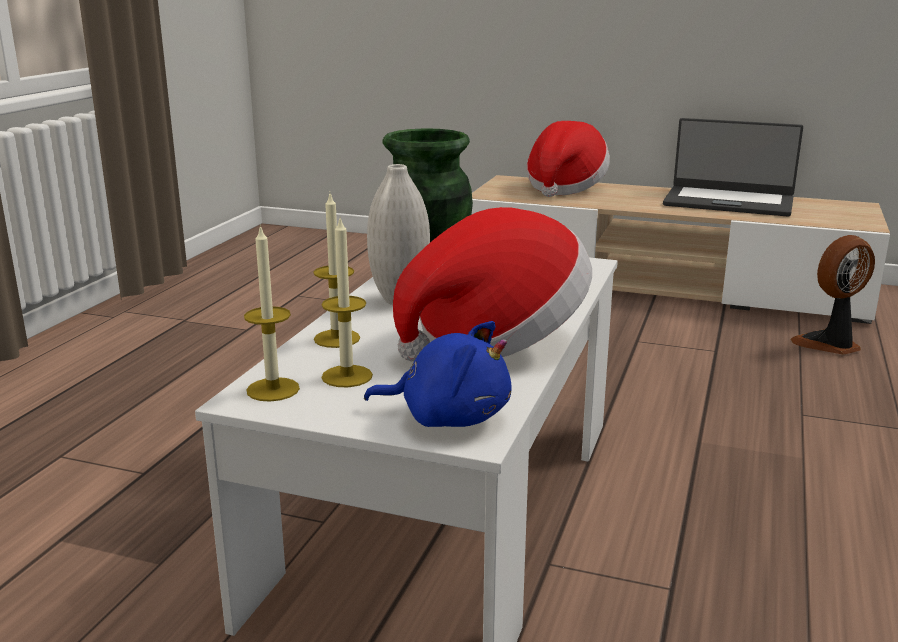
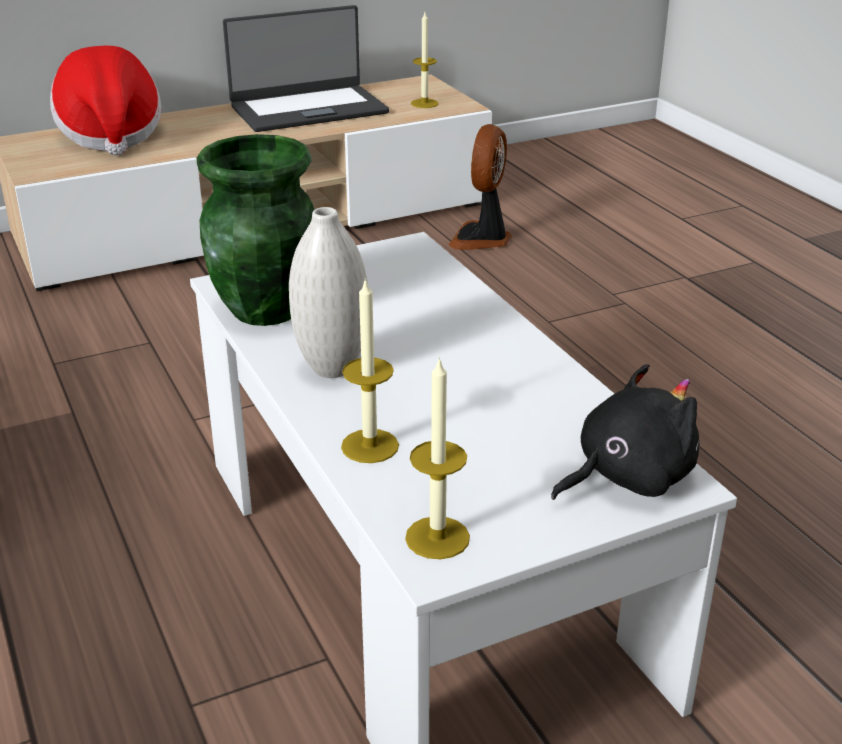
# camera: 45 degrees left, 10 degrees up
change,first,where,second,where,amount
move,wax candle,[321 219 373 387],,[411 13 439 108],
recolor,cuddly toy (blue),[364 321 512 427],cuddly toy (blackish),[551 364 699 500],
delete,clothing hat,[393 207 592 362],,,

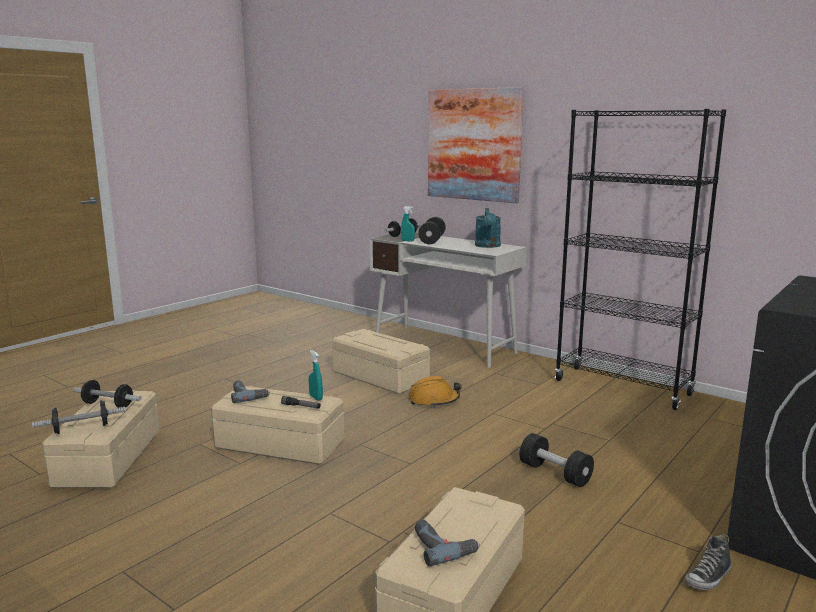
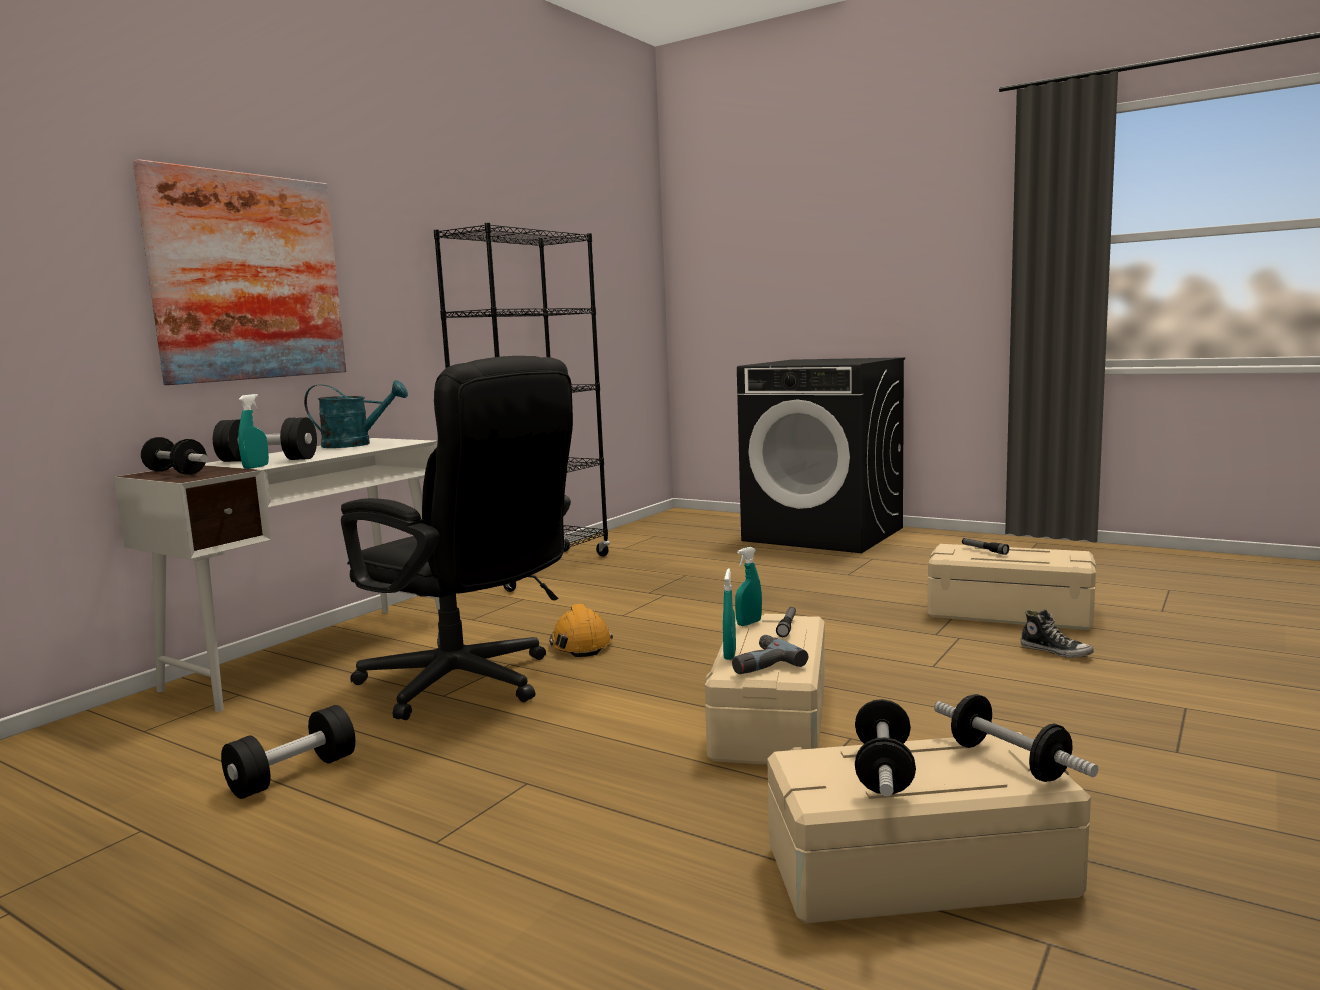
# camera: 95 degrees left, 5 degrees down
change,first,where,second,where,amount
replace,storage container (beige),[332 329 430 394],computer chair (blackish),[341 356 573 720],
delete,drill,[415 519 480 567],,,
move,hand weight (blackish),[519 433 594 487],,[221 705 356 799],
move,shoe,[685 534 731 590],,[1021 609 1094 658],
insert,,,sprayer (turquoise),[723 569 736 660],
insert,,,torch,[962 538 1009 555],

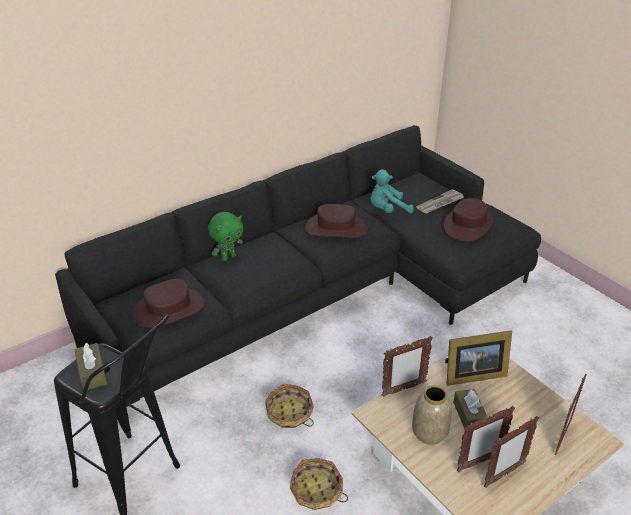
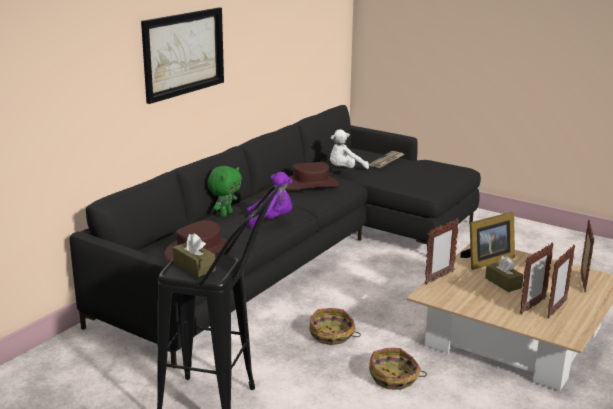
# camera: 20 degrees left, 15 degrees down
change,first,where,second,where,amount
recolor,cuddly toy (turquoise),[371 170 414 213],cuddly toy (white),[330 129 369 169],
delete,flower vase,[412 386 452 445],,,
delete,clothing hat (brown),[444 198 494 242],,,
insert,,,picture,[141 8 224 104],
insert,,,cuddly toy (purple),[247 172 292 228],

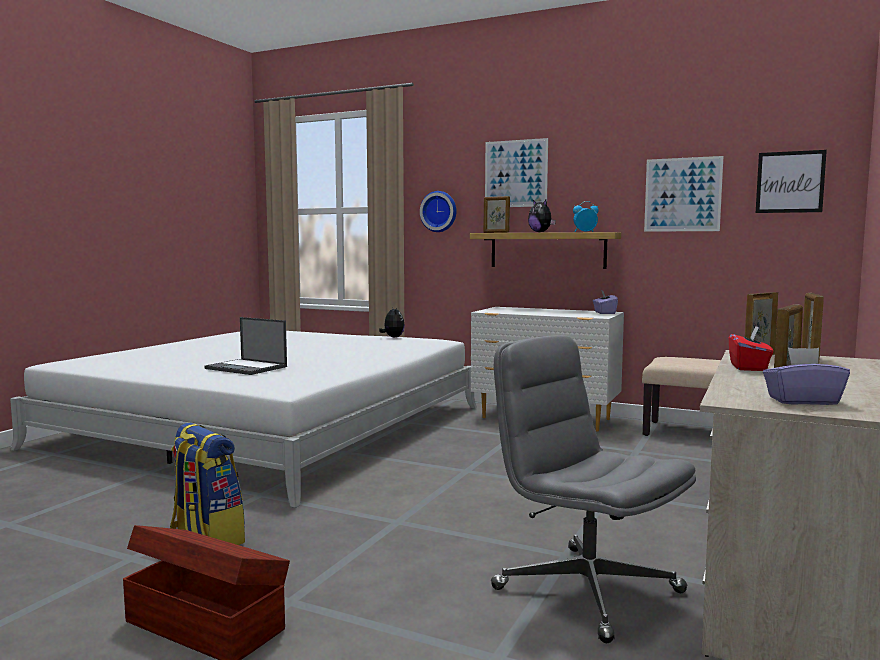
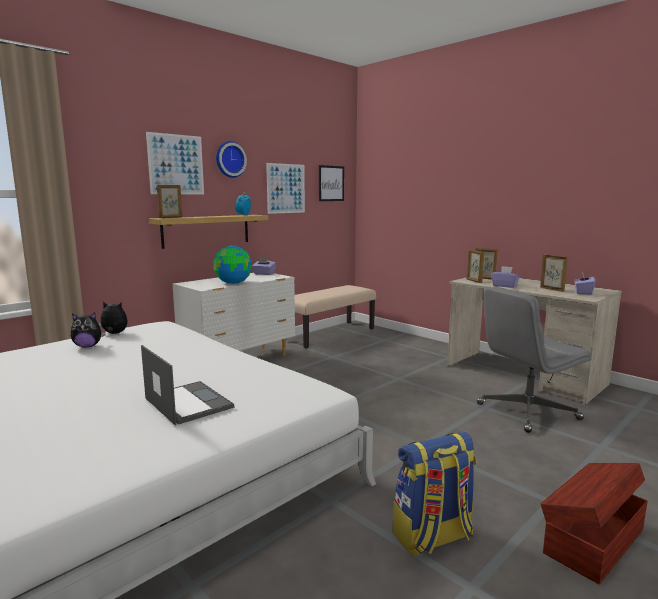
# camera: 70 degrees left, 5 degrees up
change,first,where,second,where,amount
rotate,portable computer,[205 317 287 375],,[141 345 234 425],90 degrees counterclockwise
move,wall clock,[420 191 457 232],,[216 141 247 178],
move,cuddly toy,[528 200 556 232],,[71 312 106 348],
recolor,tissue box (reddish),[729 326 773 371],tissue box (purple),[491 266 520 288],
insert,,,globe,[213 246 252 284],

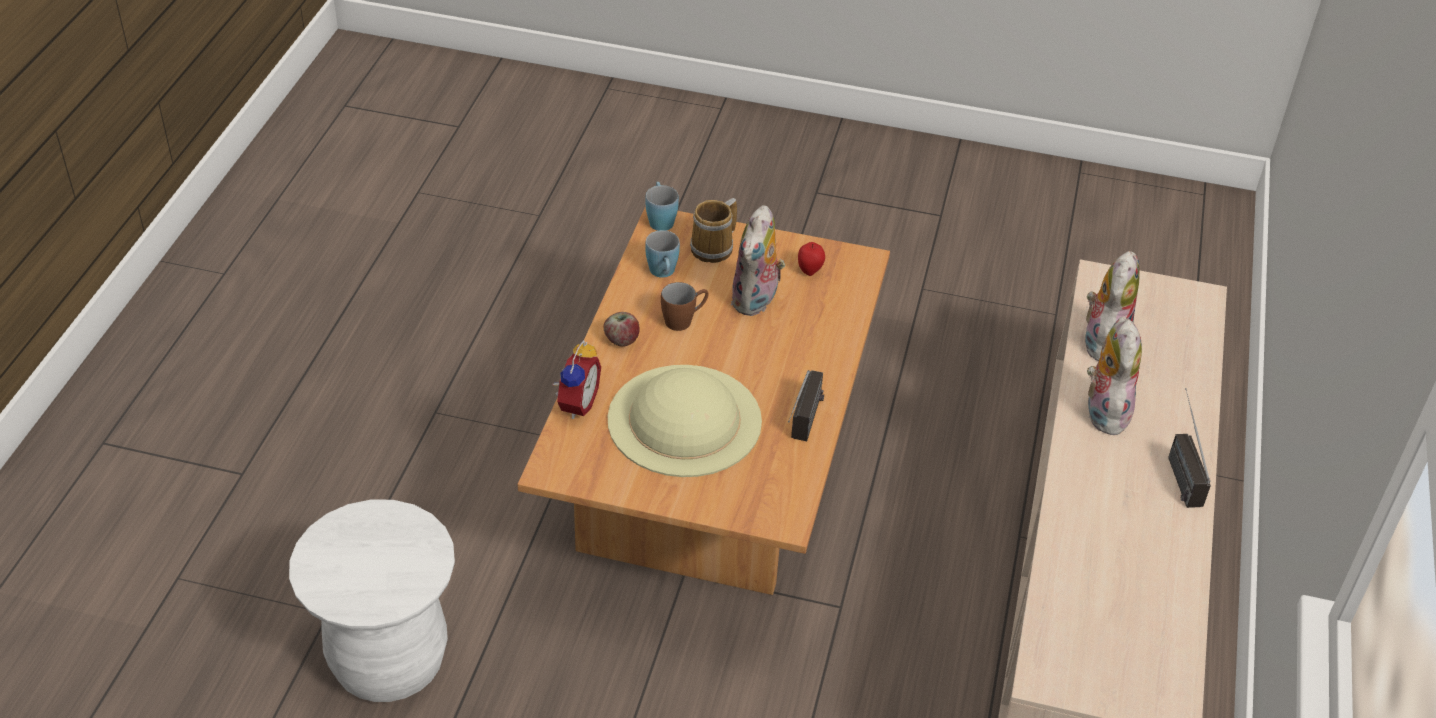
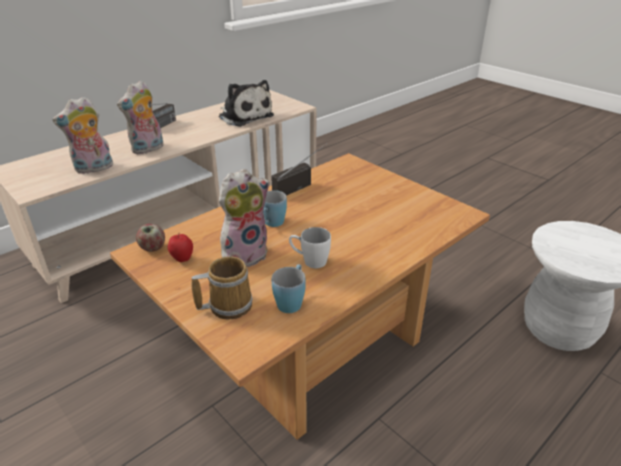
# camera: 145 degrees left, 10 degrees down
change,first,where,second,where,amount
delete,table clock,[552 340 601 419],,,
move,apple fruit,[604 312 640 347],,[136 224 165 252],
delete,clothing hat (beige),[608 365 762 477],,,
move,mug (blue),[645 182 679 231],,[263 190 287 227],
recolor,mug (brown),[661 282 709 331],mug (white),[289 227 331 268],
insert,,,cuddly toy,[219 80 274 127],

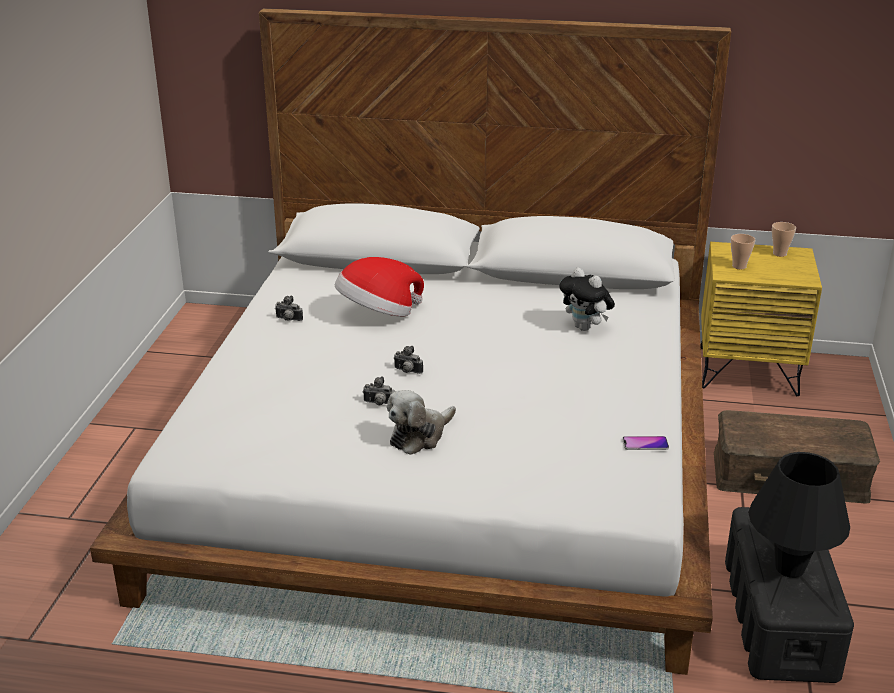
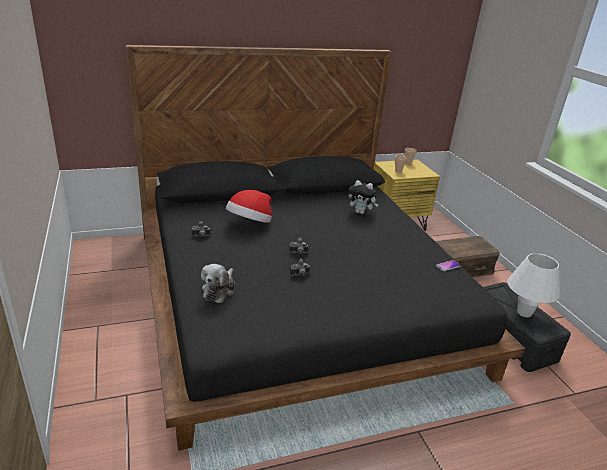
# camera: 30 degrees left, 0 degrees up
change,first,where,second,where,amount
recolor,bed (white),[90 8 731 675],bed (blackish),[126 45 525 451],
move,cuddly toy,[387 390 456 455],,[201 264 235 303],
recolor,table lamp (blackish),[748 452 850 578],table lamp (white),[507 253 560 317],

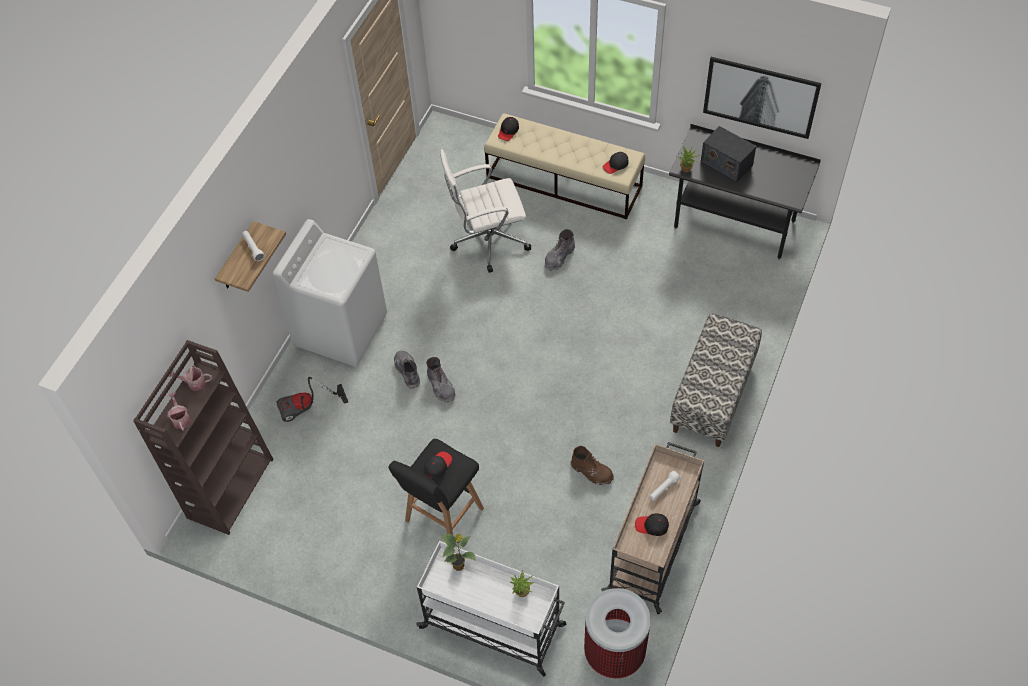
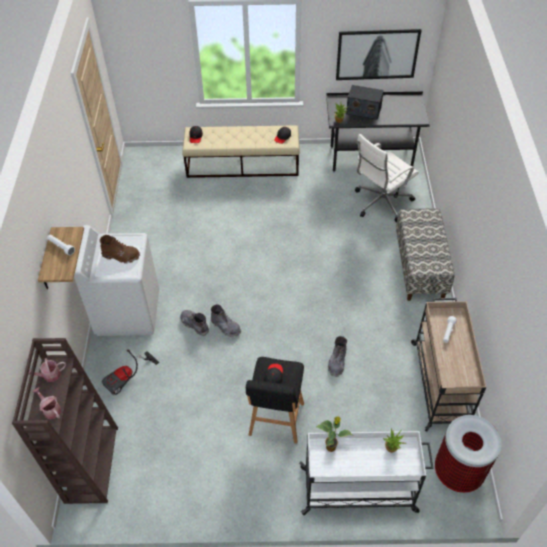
# camera: 25 degrees left, 5 degrees down
change,first,where,second,where,amount
move,computer chair (white),[440 149 531 273],,[355 134 419 223],
move,boot (gray),[545 229 575 271],,[328 336 347 377],
move,boot (brown),[570 446 614 485],,[100 235 140 263],
delete,cap (blackish),[635 513 669 536],,,

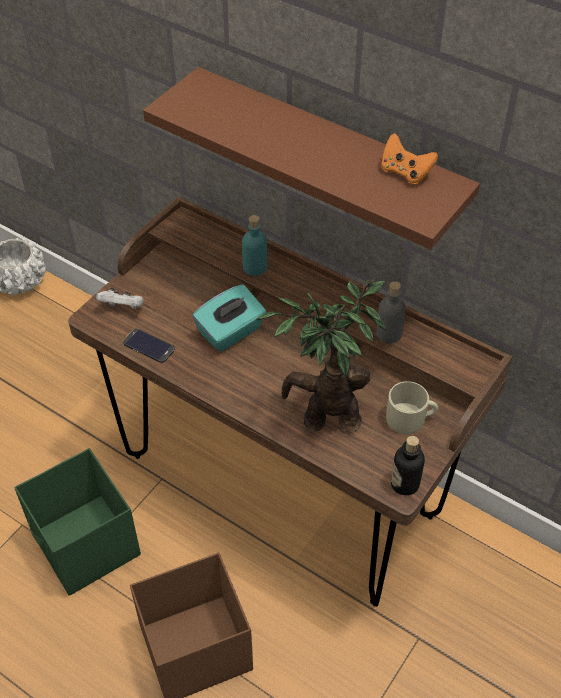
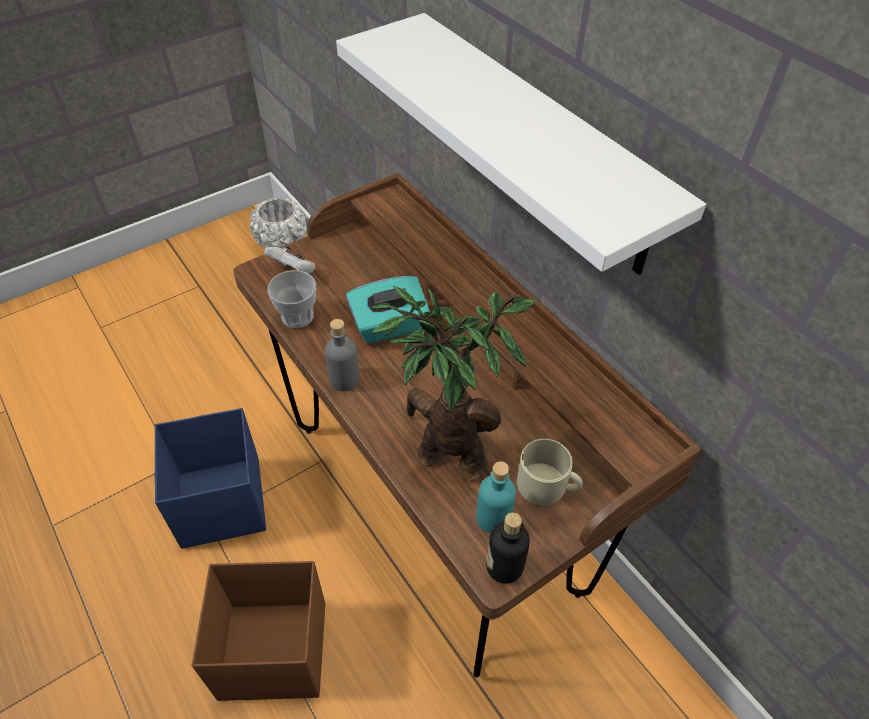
# camera: 20 degrees right, 0 degrees up
change,first,where,second,where,amount
recolor,storage container (green),[15 448 141 596],storage container (blue),[154 408 266 549],
replace,handset,[123 329 175 363],cup,[267 270 316 328],
recolor,wall shelf (brown),[143 67 480 250],wall shelf (white),[336 13 706 275],
move,drink bottle (turquoise),[242 215 267 276],,[476 461 516 533],
move,drink bottle (gray),[377 281 406 343],,[325 319 360 391],
delete,gamepad (orange),[381 133 438 185],,,

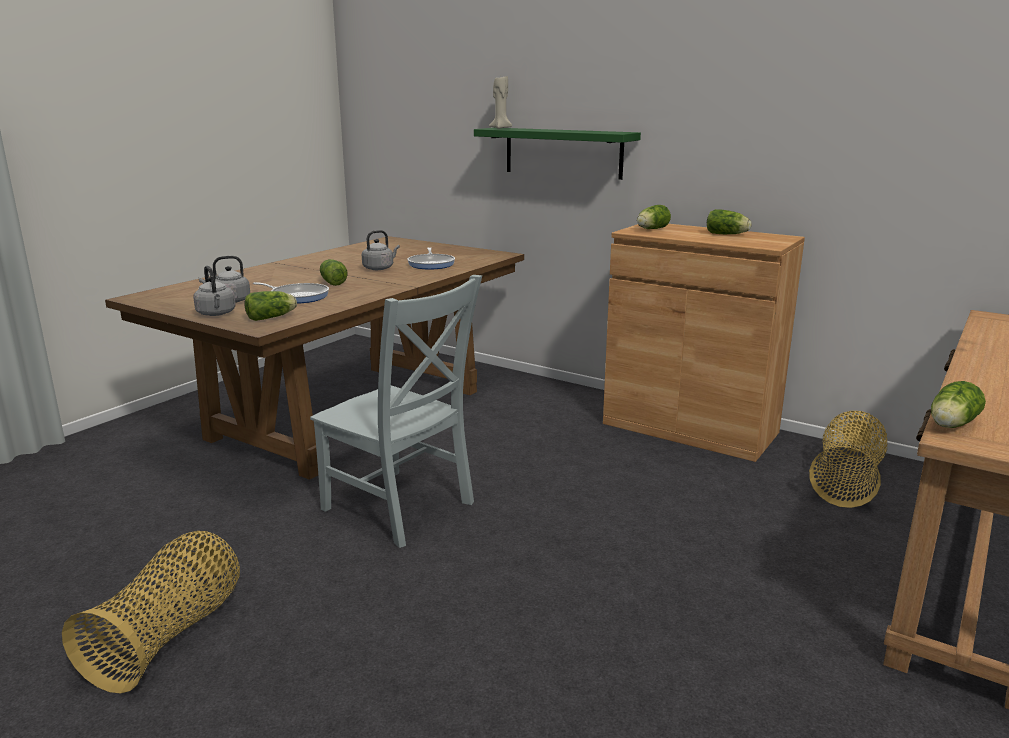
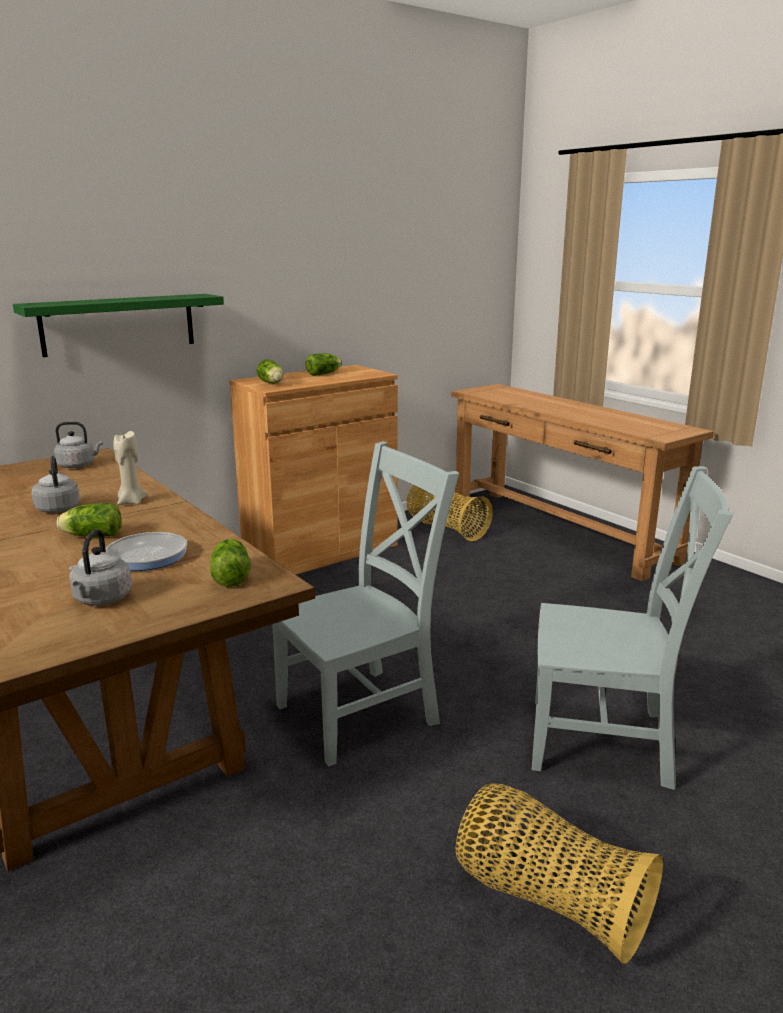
# camera: 70 degrees left, 0 degrees up
change,first,where,second,where,amount
move,kettle (gray),[193 266 236 316],,[54 422 103 468],
delete,pan,[407 247 455 269],,,
move,wax candle (beige),[489 75 512 129],,[114 431 147 505],
delete,head of lettuce,[931 381 986 428],,,
insert,,,upright chair (gray),[532 466 734 790],

